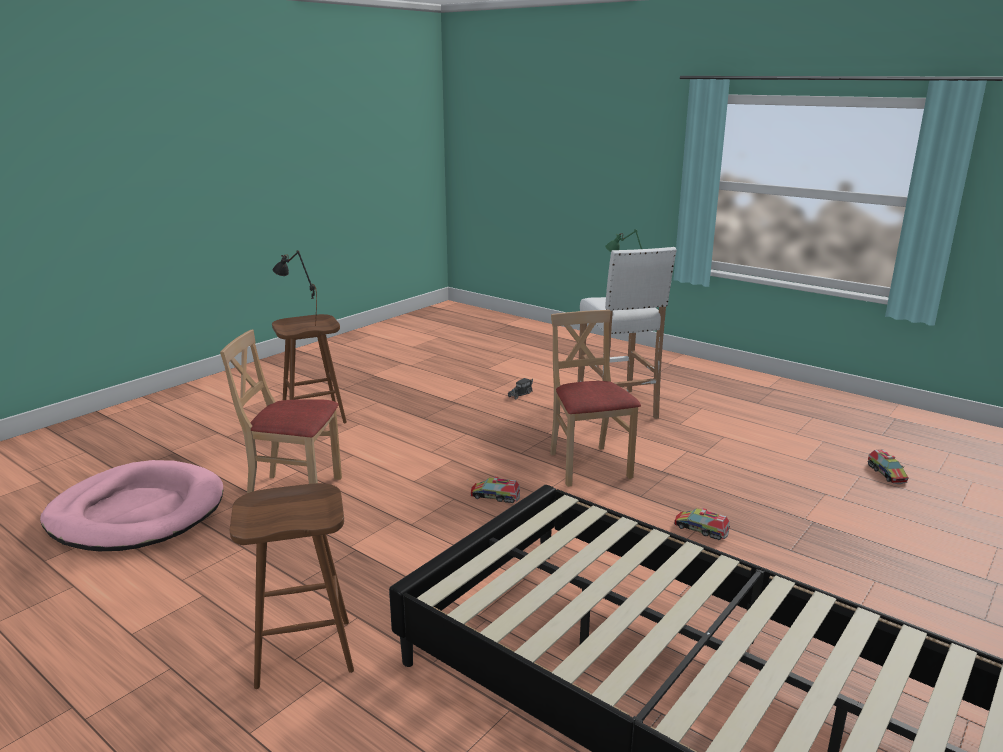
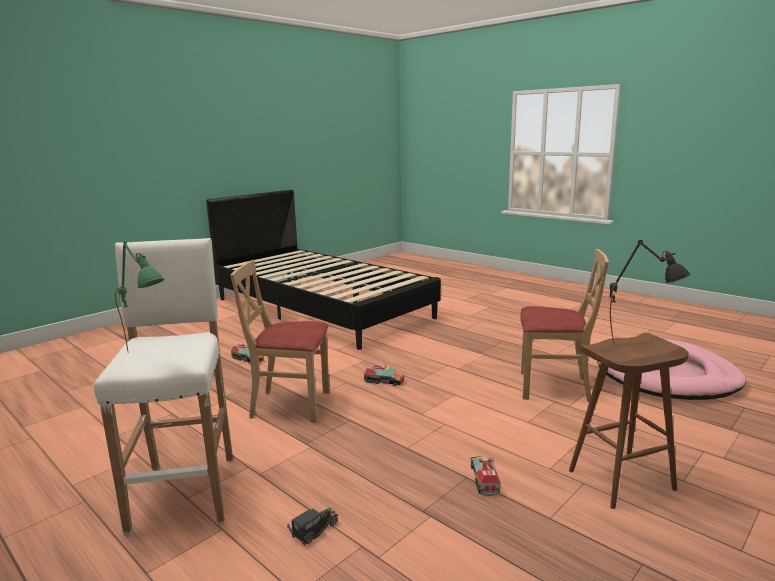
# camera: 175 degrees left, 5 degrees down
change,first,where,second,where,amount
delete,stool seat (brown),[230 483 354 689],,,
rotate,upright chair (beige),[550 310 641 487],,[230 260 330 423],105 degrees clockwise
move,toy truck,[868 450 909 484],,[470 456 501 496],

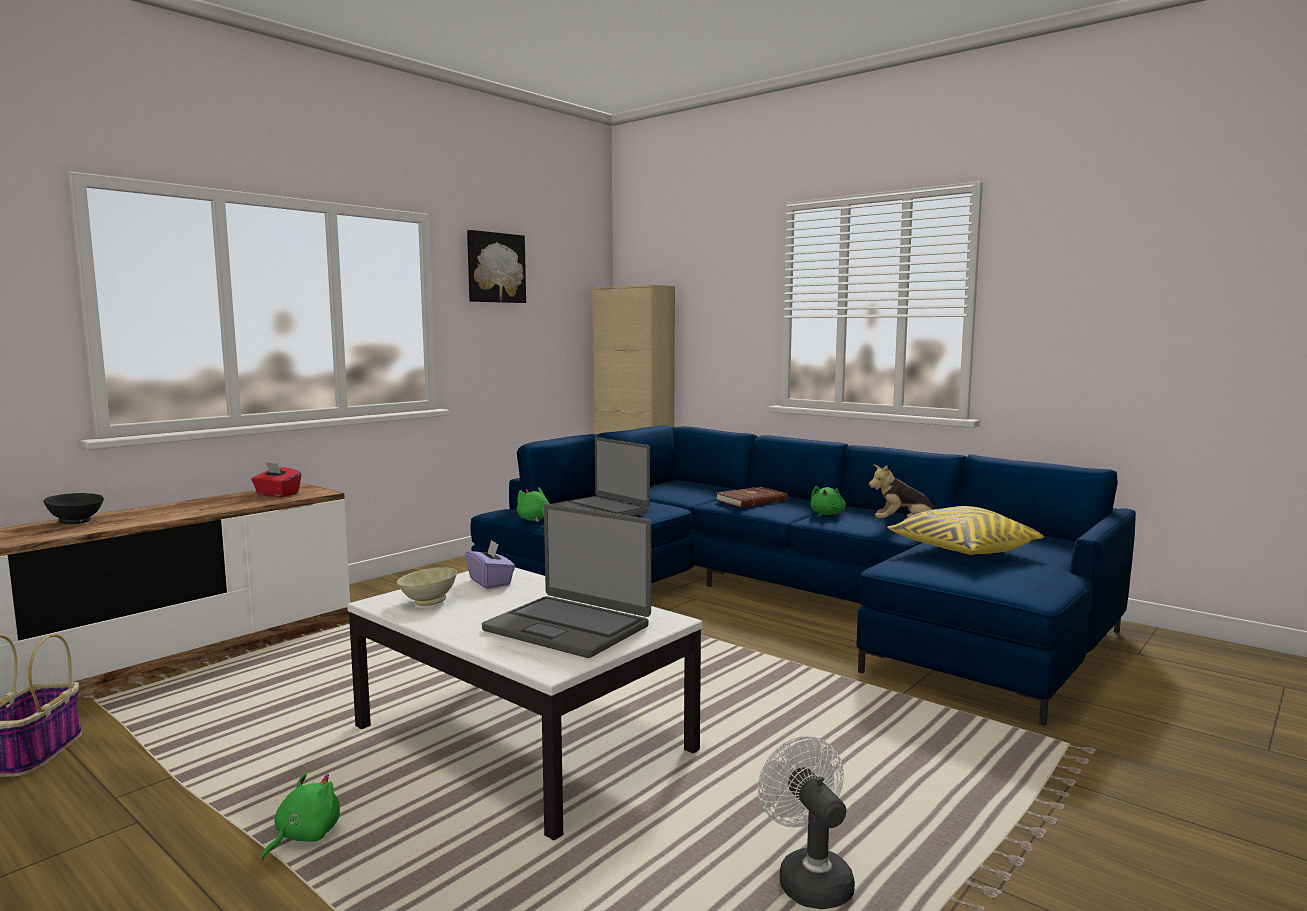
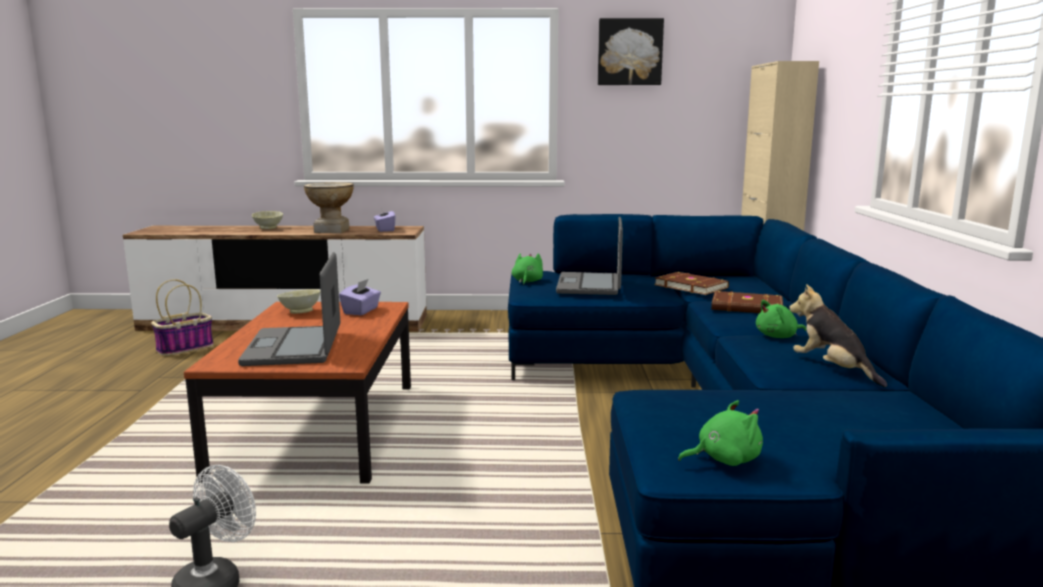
# camera: 50 degrees right, 5 degrees up
change,first,where,second,where,amount
recolor,bowl (blackish),[43 493 104 524],bowl (beige),[252 211 283 229],
recolor,tissue box (reddish),[251 462 301 497],tissue box (purple),[374 208 395 232],
move,cuddly toy (green),[261 772 340 860],,[678 400 763 466],
recolor,coffee table (white),[347 568 702 840],coffee table (brown),[184 302 411 484],
delete,pillow (yellow),[887 506 1044 555],,,
insert,,,flower vase,[304 182 354 233],
insert,,,bound book (brown),[654 272 729 295],

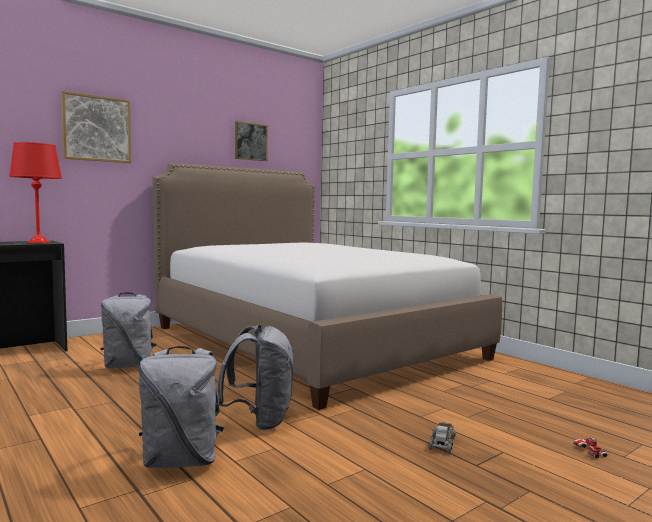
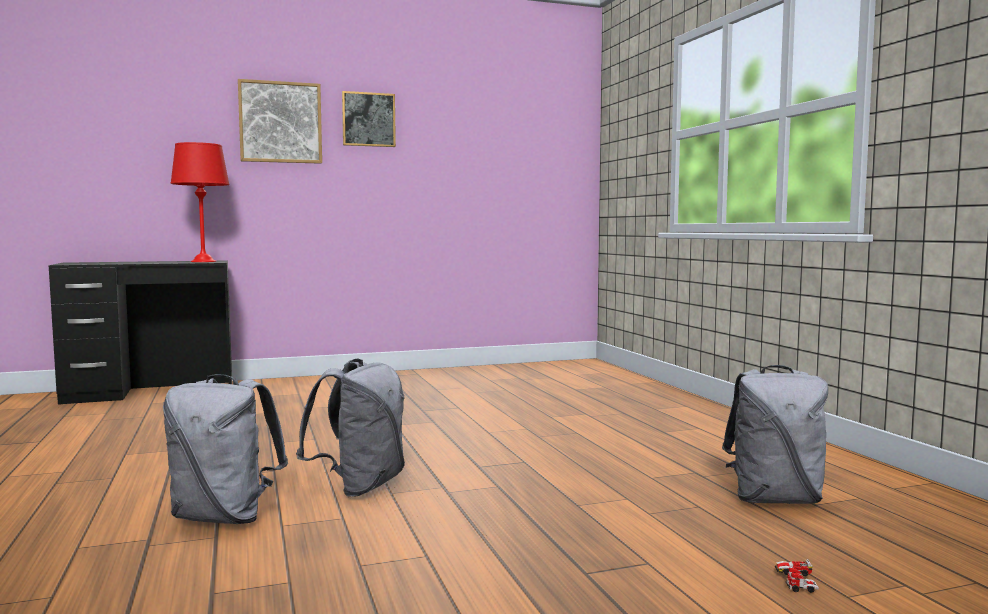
# camera: 20 degrees right, 0 degrees up
change,first,where,second,where,amount
move,backpack (gray),[101 292 156 368],,[722 365 828 504],
delete,bed,[152 163 502 410],,,
move,picture,[235 121 268 161],,[342 91 396 147],
delete,toy truck,[428 422 456 453],,,

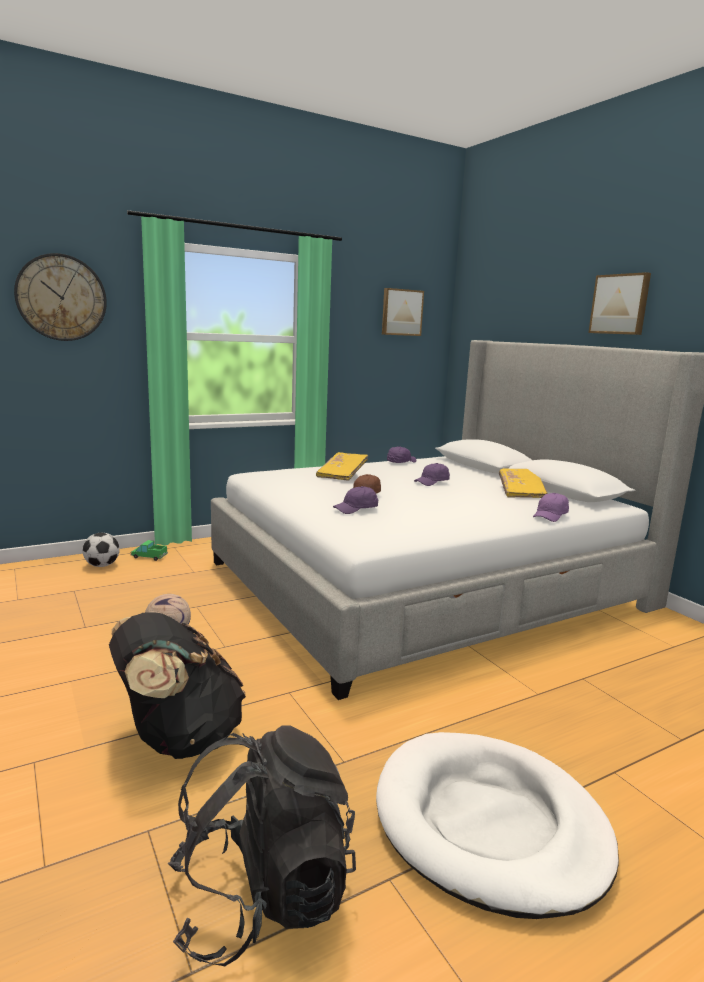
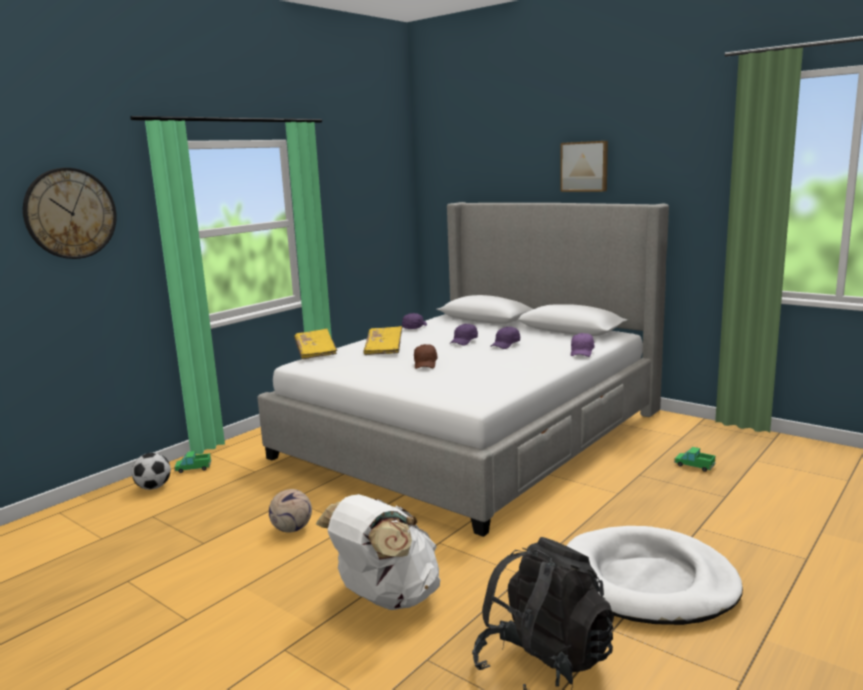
# camera: 20 degrees left, 0 degrees up
change,first,where,second,where,amount
recolor,backpack (blackish),[109 612 246 759],backpack (white),[316 494 440 610],
move,cap (purple),[333 486 378 514],,[490 327 520 349],
delete,picture,[382 288 424 336],,,
move,bound book (yellow),[499 468 548 498],,[294 329 337 359],
insert,,,toy truck,[674 447 716 472],

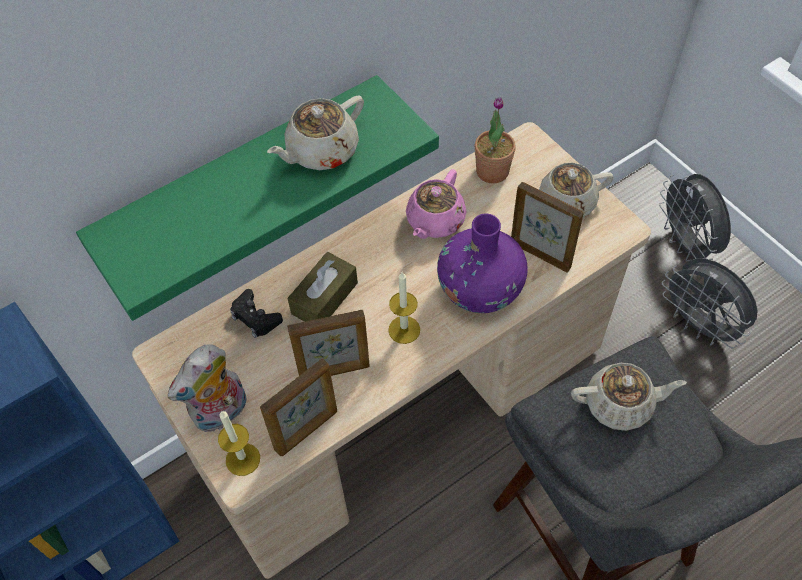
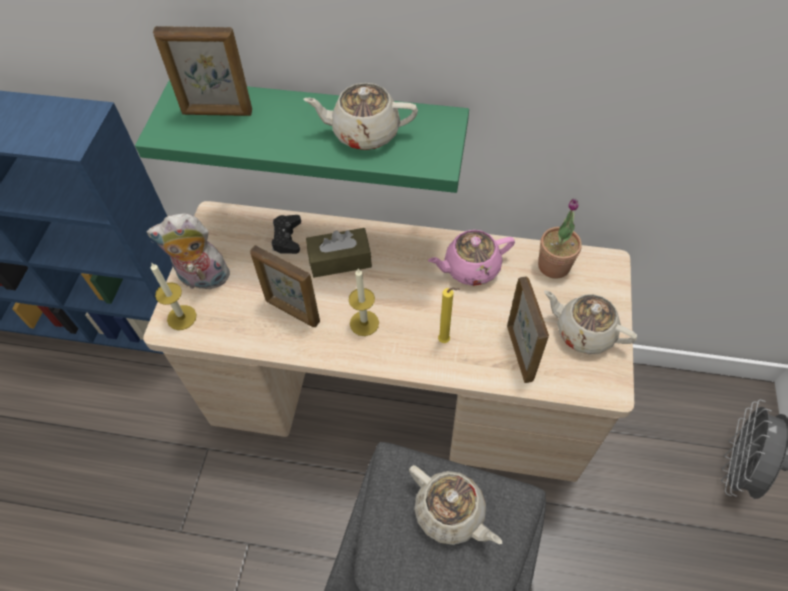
# camera: 45 degrees right, 0 degrees up
change,first,where,second,where,amount
move,photo frame,[260 358 337 456],,[153 26 252 116],
replace,flower vase (purple),[437 214 528 313],wax candle (yellow),[438 288 460 343],
delete,electric fan (gray),[662 258 758 349],,,

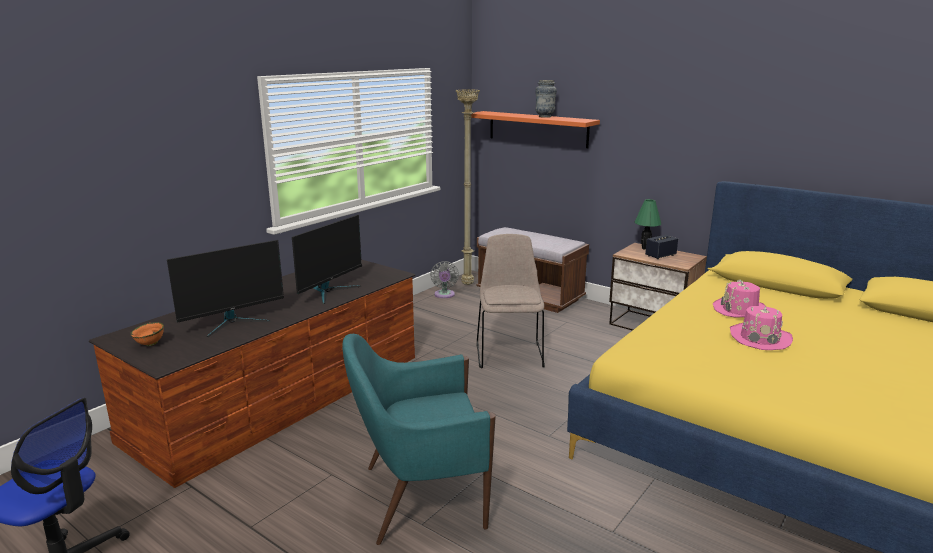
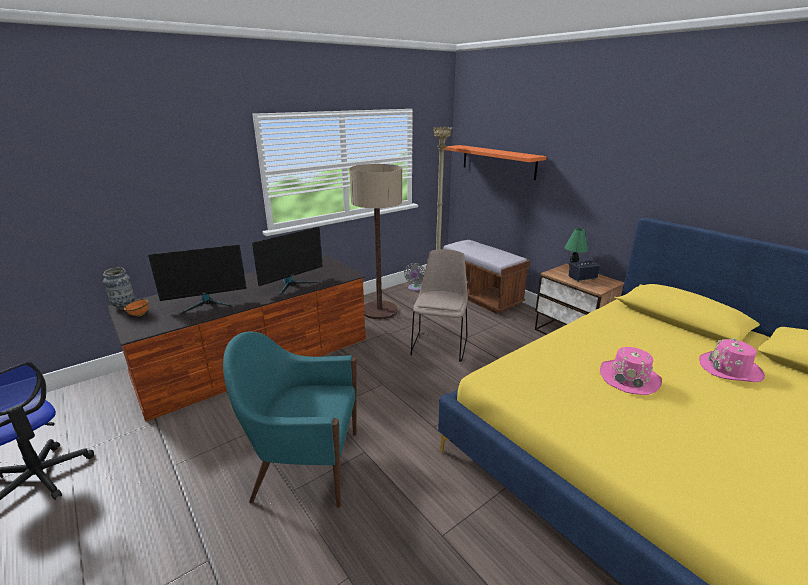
# camera: 15 degrees right, 5 degrees up
change,first,where,second,where,amount
move,flower vase,[535 80 557 118],,[103 267 135 310],
move,clothing hat (pink-coloured),[713 279 767 317],,[699 338 765 382],
insert,,,standing lamp,[349 164 402 320],

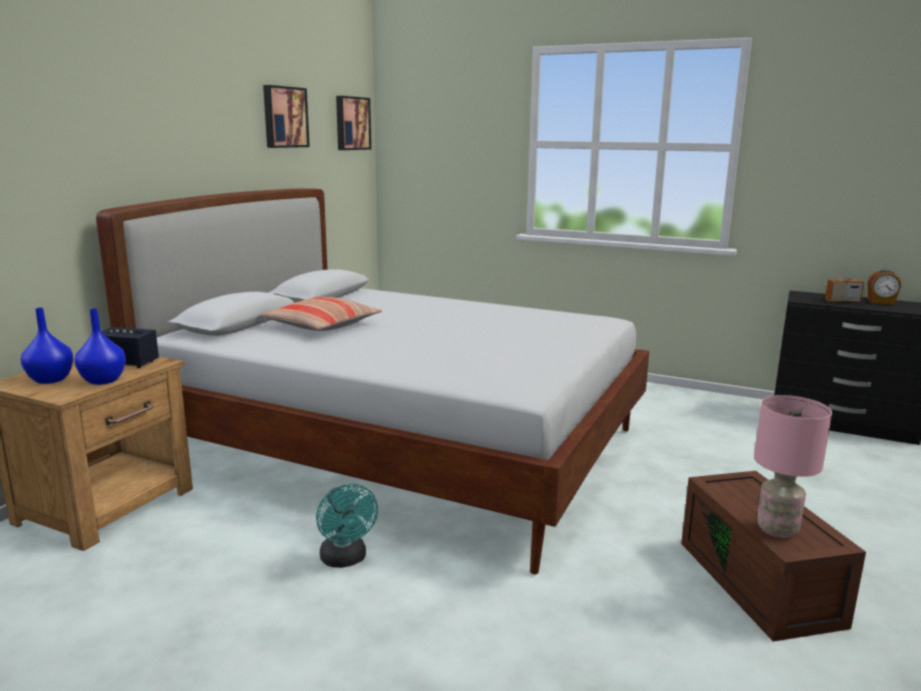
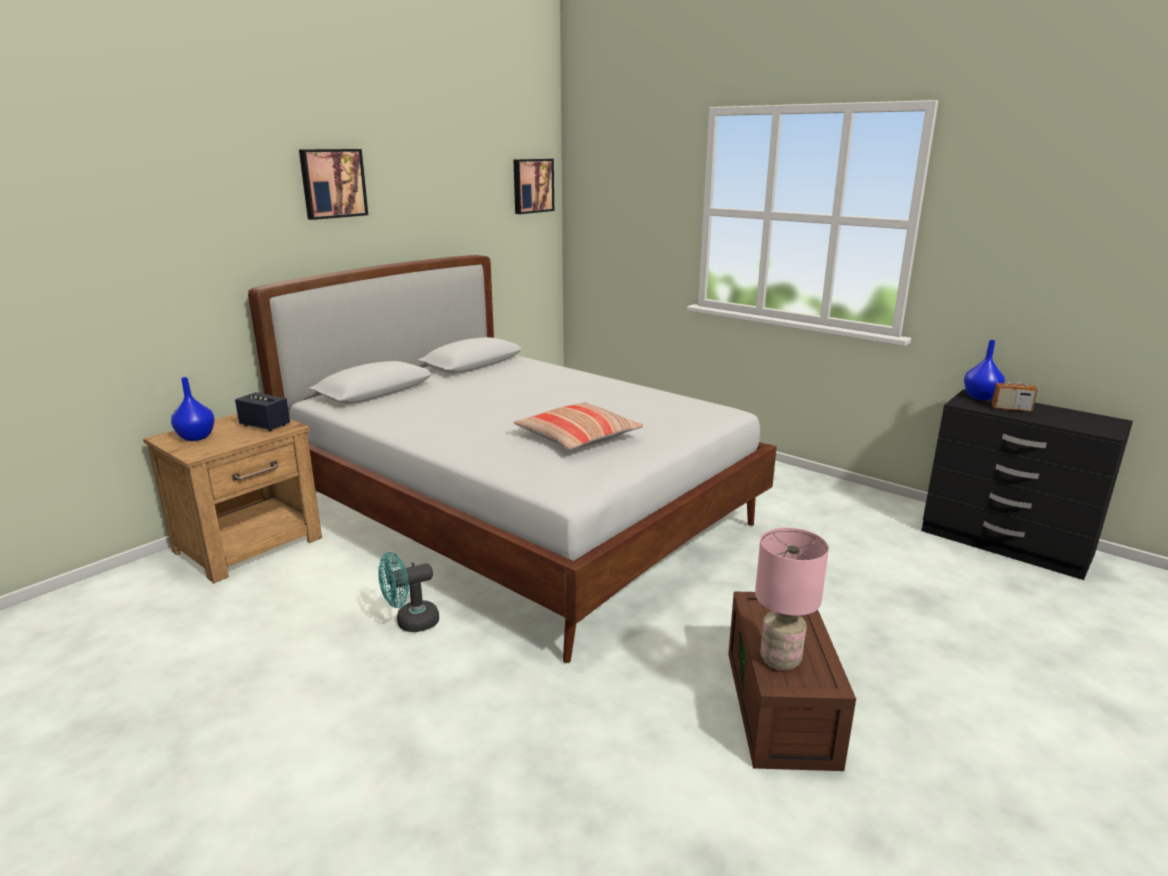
# camera: 15 degrees right, 5 degrees up
change,first,where,second,where,amount
move,flower vase (blue),[75 308 126 385],,[964 340 1005 400],
move,pillow,[260 297 382 331],,[514 402 643 450],
move,picture,[263 85 310 148],,[299 149 368 220],
rotate,electric fan (turquoise),[316 484 378 568],,[378 552 439 632],75 degrees clockwise
delete,table clock,[867 269 901 304],,,

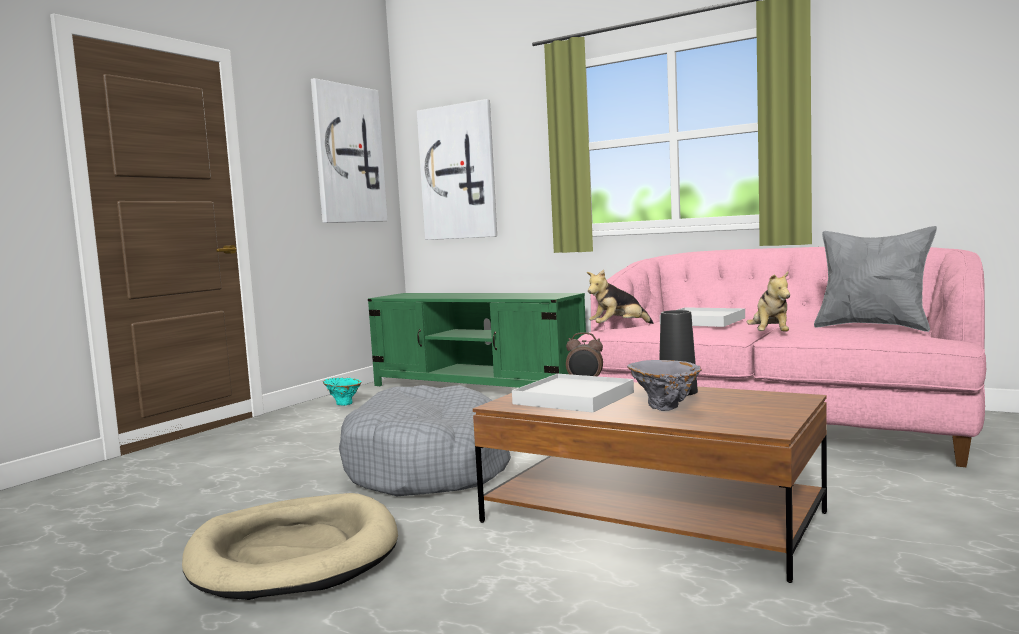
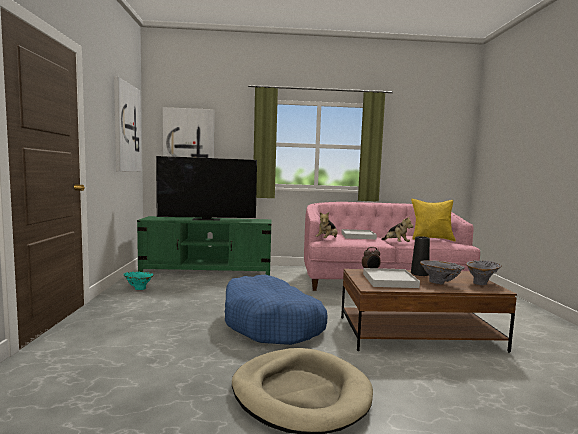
# camera: 35 degrees left, 0 degrees up
change,first,where,second,where,amount
recolor,dog cushion (gray),[339 385 511 496],dog cushion (blue),[225 275 327 345],
recolor,pillow (gray),[814 226 937 332],pillow (yellow),[411 199 456 241],
insert,,,TV set,[156 156 257 220],
insert,,,flower vase (gray),[466 260 502 285],

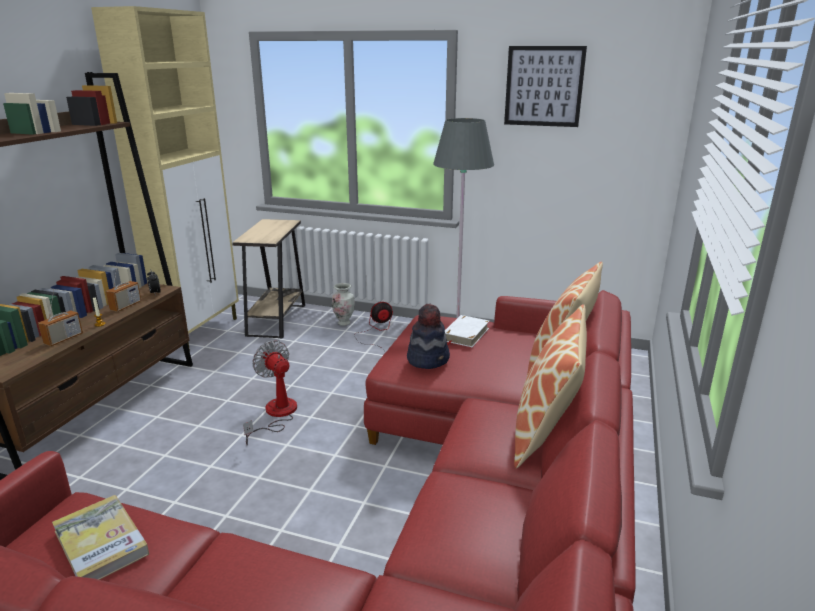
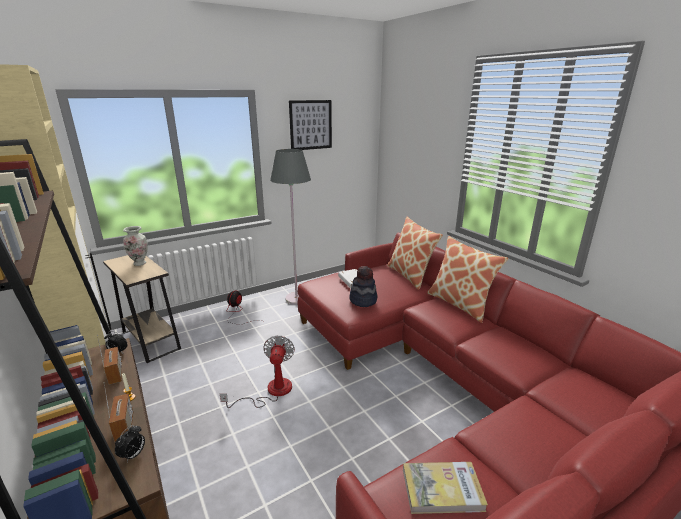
# camera: 50 degrees left, 0 degrees up
change,first,where,second,where,amount
rotate,electric fan,[243 341 297 445],,[220 336 295 408],90 degrees clockwise
move,flower vase,[332 283 355 326],,[123 226 148 266],
insert,,,table clock,[115 425 145 462],

